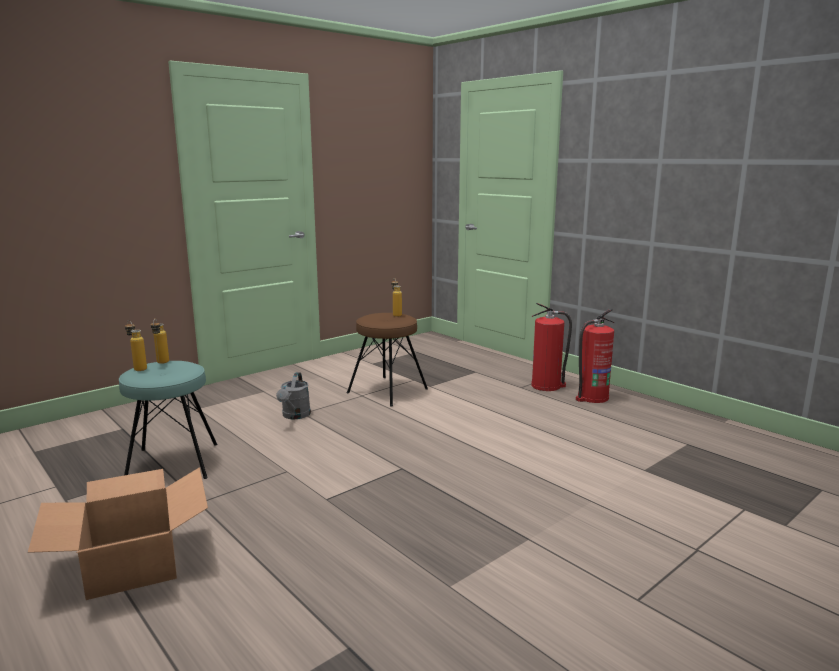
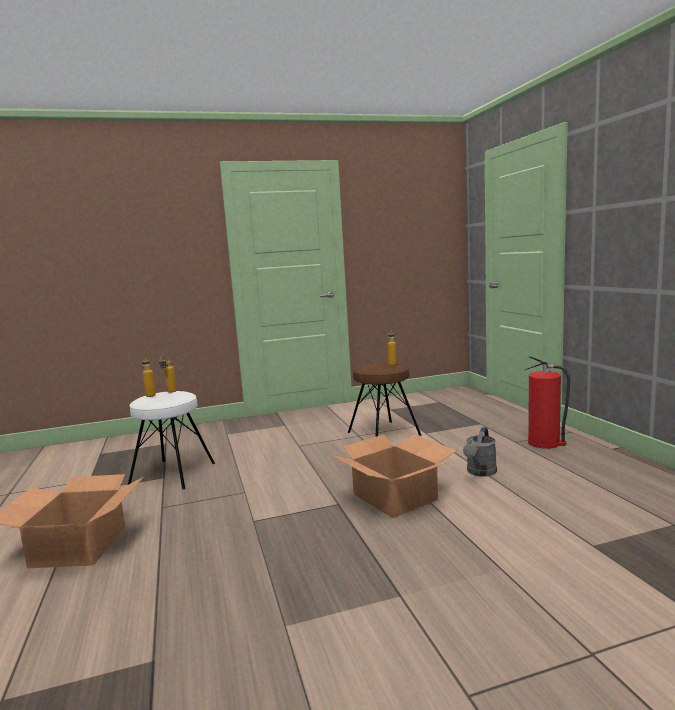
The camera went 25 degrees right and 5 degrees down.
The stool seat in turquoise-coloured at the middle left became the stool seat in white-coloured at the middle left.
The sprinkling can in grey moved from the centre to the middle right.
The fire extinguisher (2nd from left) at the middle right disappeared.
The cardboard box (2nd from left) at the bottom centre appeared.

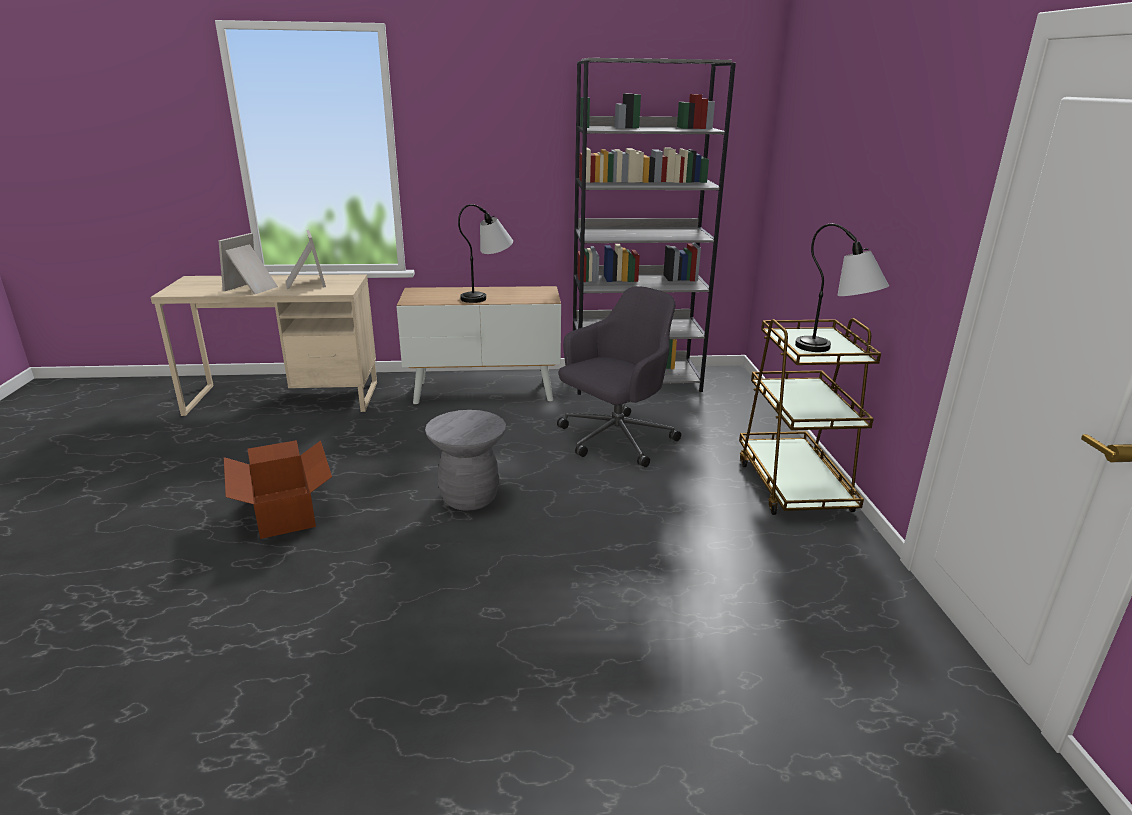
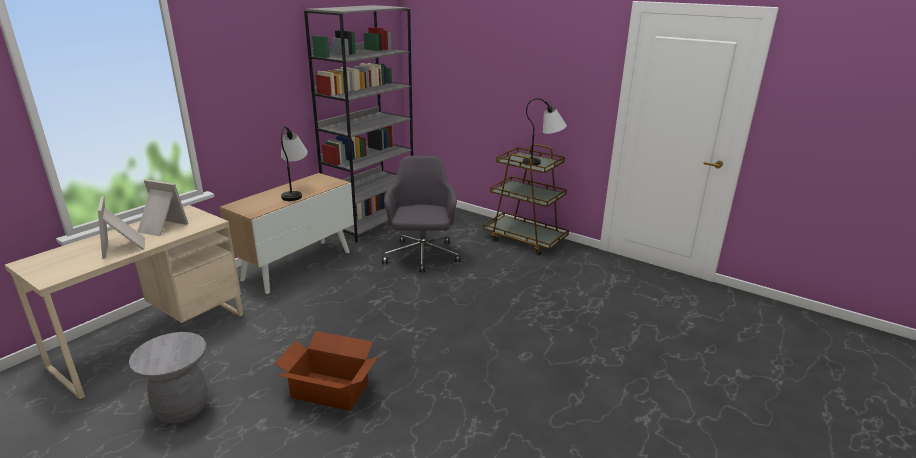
The camera went 50 degrees left and 0 degrees up.
The stool seat in grey moved from the centre to the bottom left.

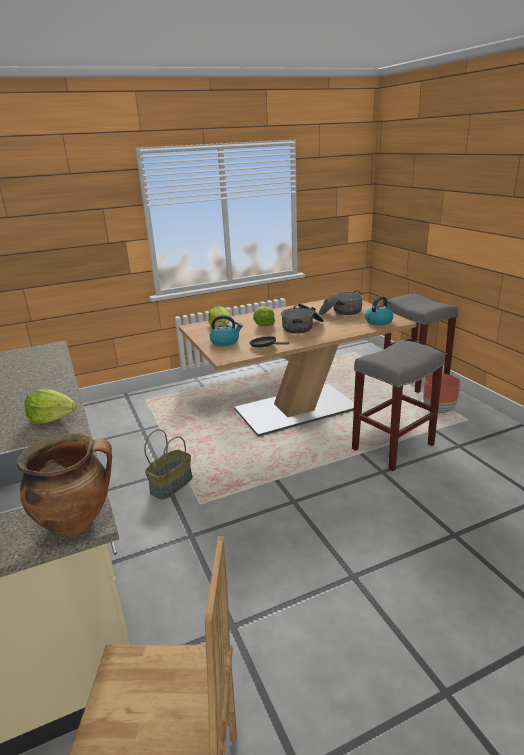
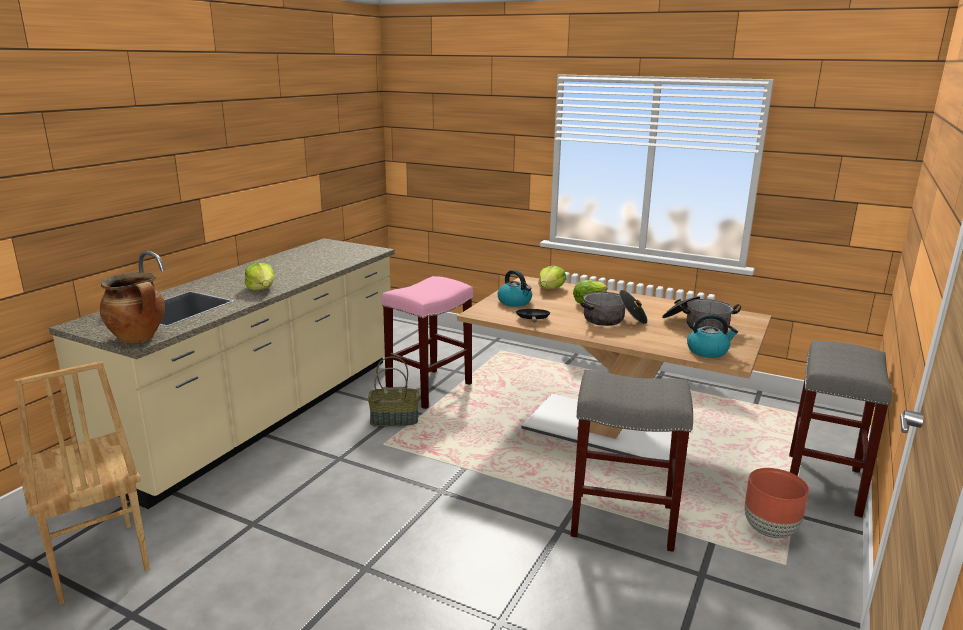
The camera went 50 degrees right and 5 degrees down.
The stool seat in pink-coloured at the centre appeared.

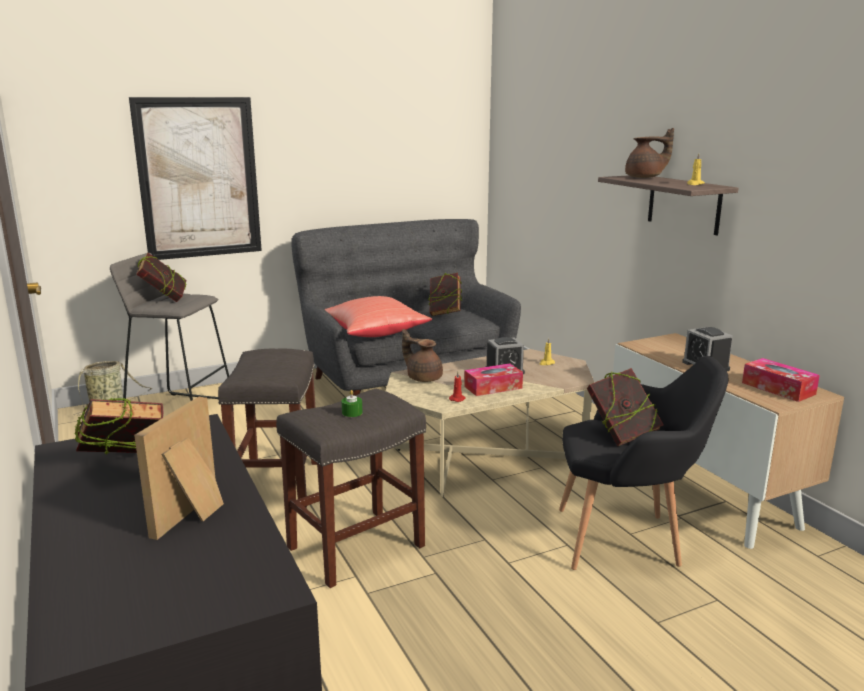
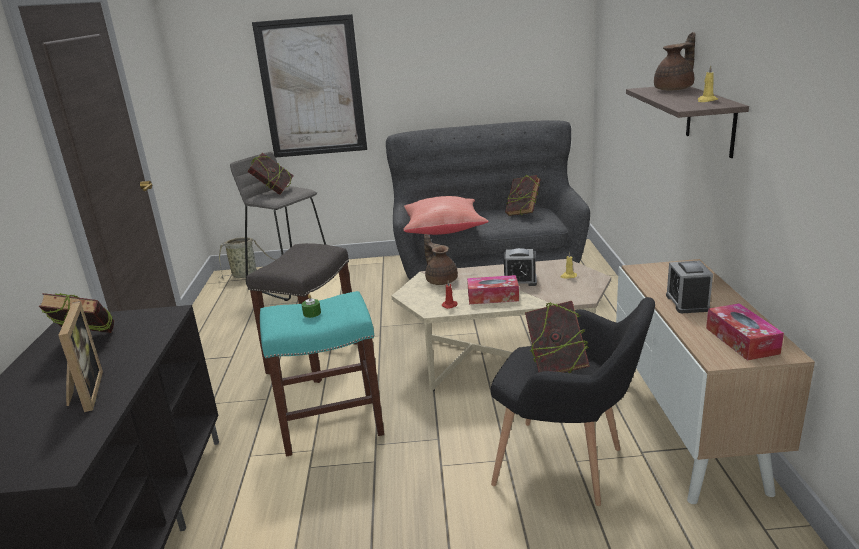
The camera went 25 degrees right and 5 degrees up.
The photo frame at the bottom left turned 120 degrees clockwise.
The stool seat in grey (3rd from left) at the bottom centre became the stool seat in turquoise-coloured at the bottom centre.
The tea pot in brown-coloured (2nd from left) at the top right turned 60 degrees counterclockwise.

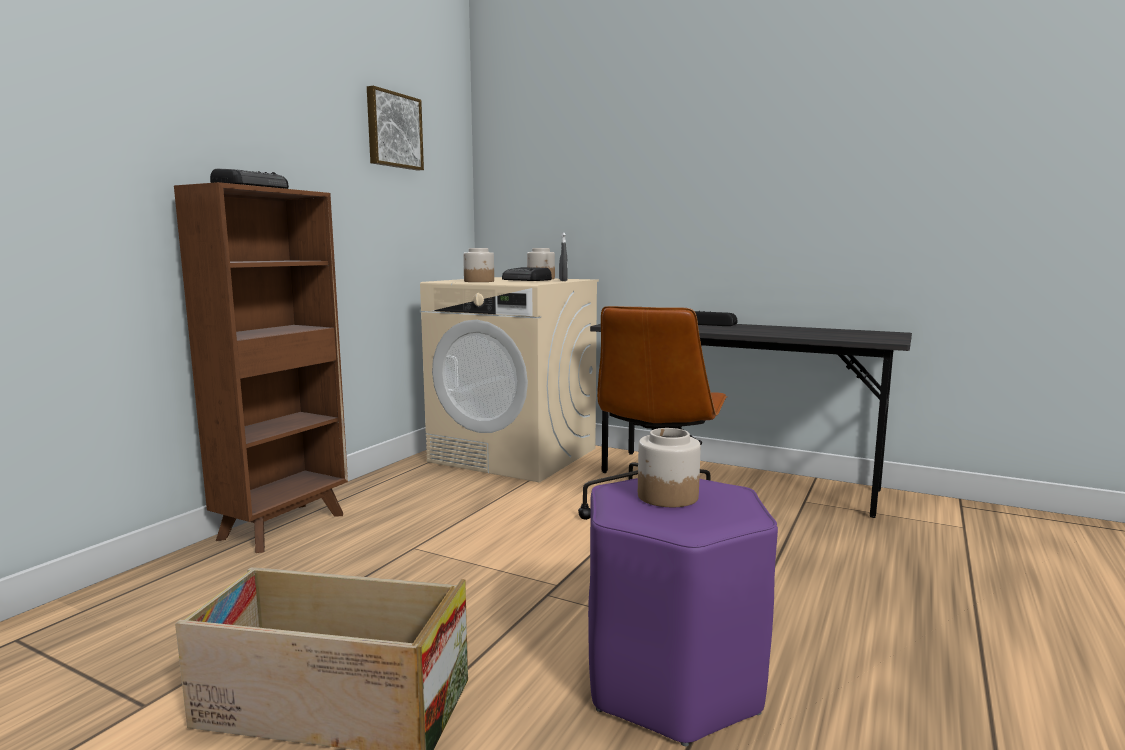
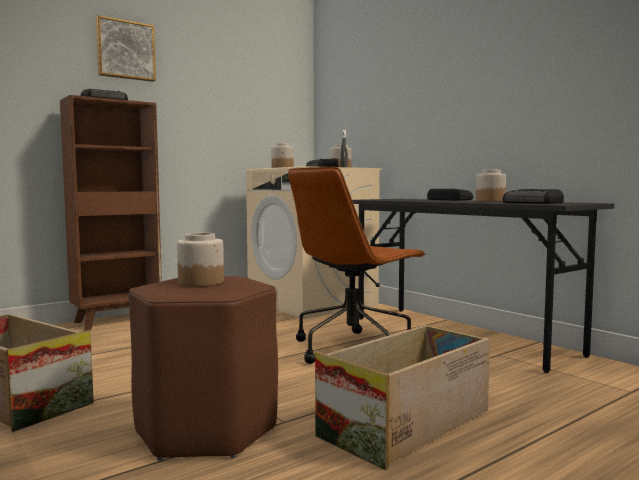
The camera went 25 degrees right and 5 degrees down.
The picture moved from the top centre to the top left.
The stool seat in purple at the bottom centre became the stool seat in brown-coloured at the bottom left.
The shipping crate (2nd from left) at the bottom centre appeared.
The storage jar (4th from left) at the middle right appeared.
The radio (4th from left) at the middle right appeared.

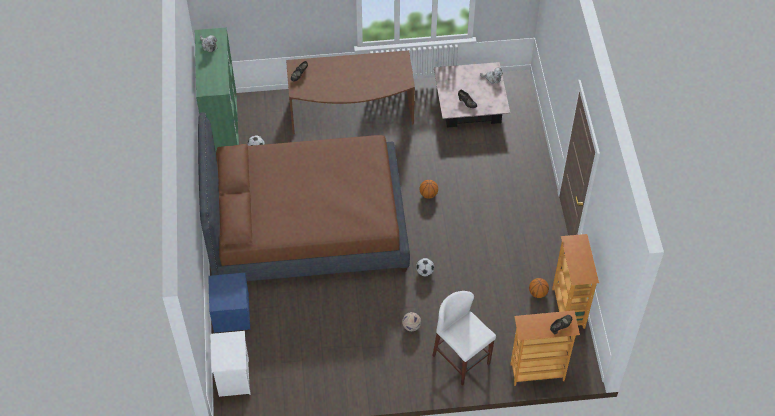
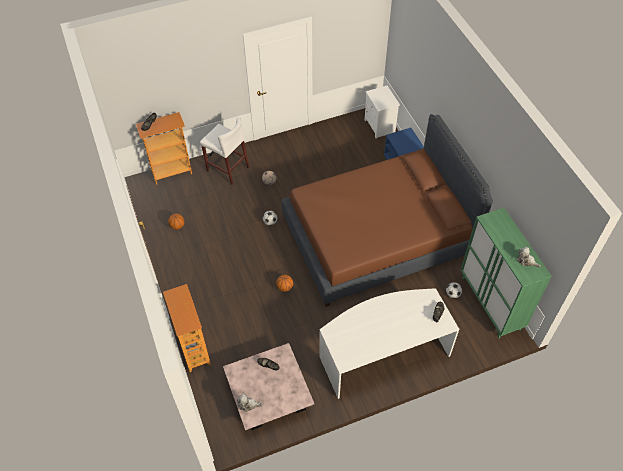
The camera went 165 degrees right and 0 degrees up.
The desk table in brown-coloured at the top centre became the desk table in white-coloured at the bottom centre.
The bookcase (2nd from left) moved from the bottom right to the bottom left.

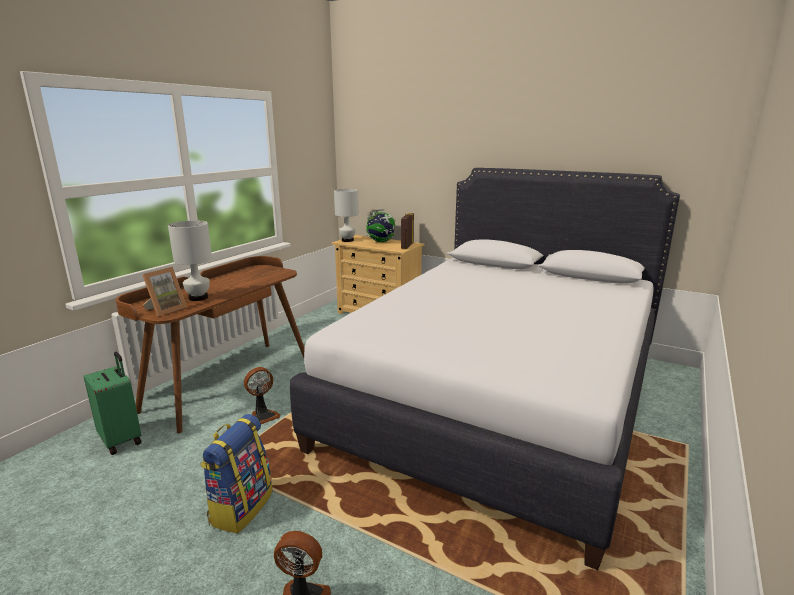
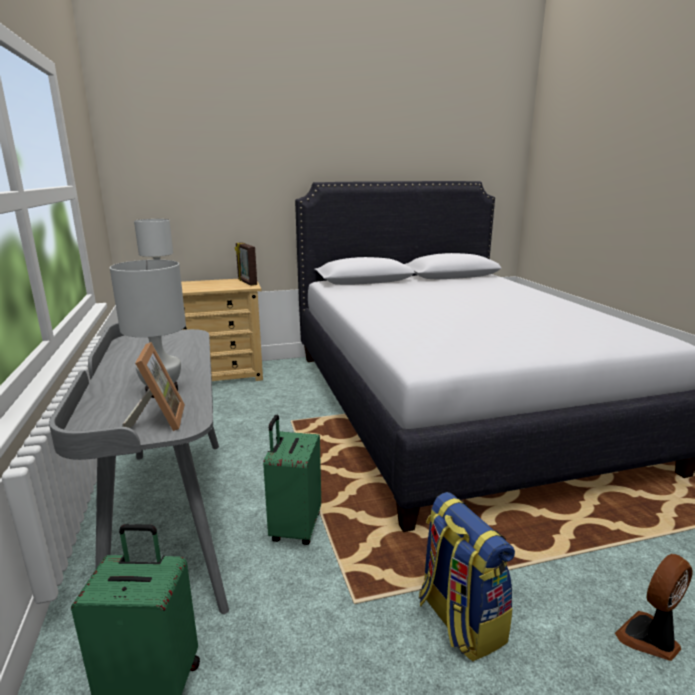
The camera went 45 degrees left and 0 degrees up.
The desk table in brown-coloured at the middle left became the desk table in grey at the bottom left.
The fan (1st from left) at the middle left was replaced by the suitcase in greenish (2nd from left) at the bottom centre.
The globe at the centre disappeared.

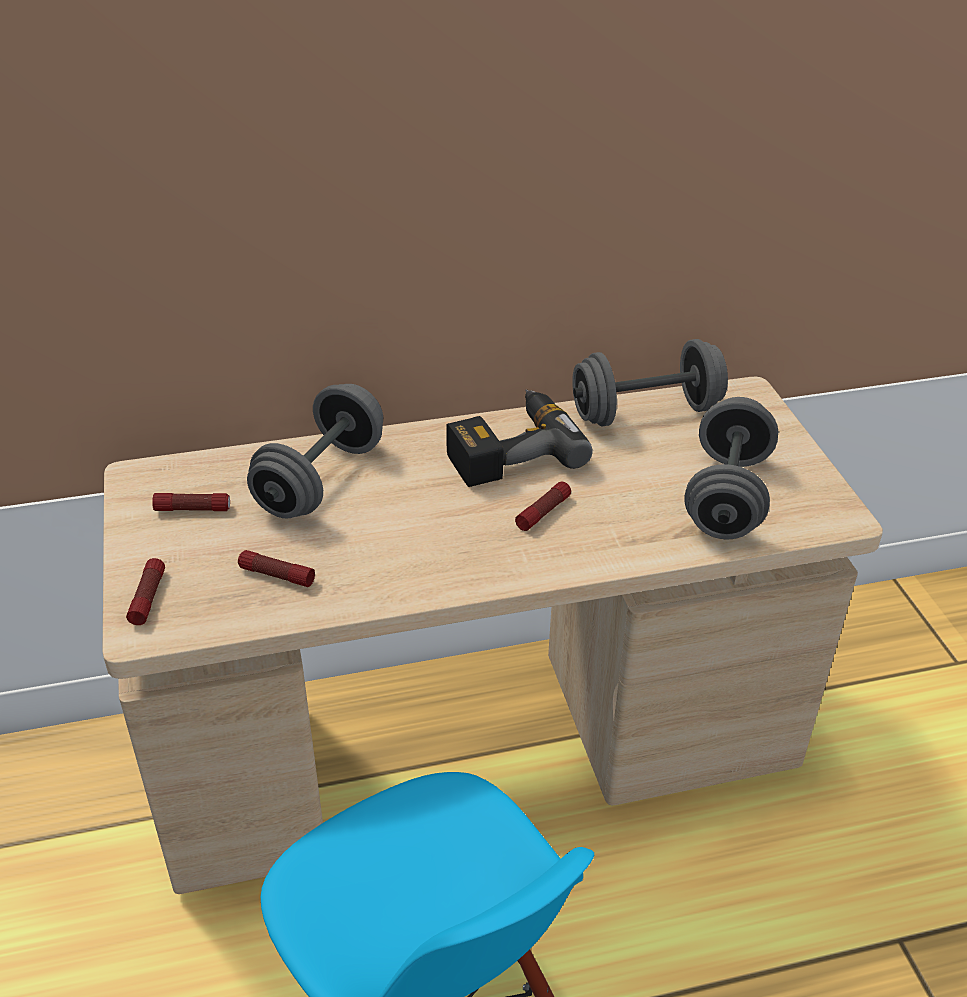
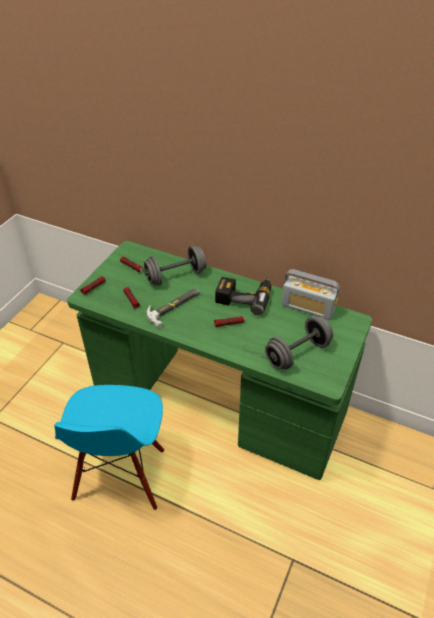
The camera went 40 degrees right and 5 degrees up.
The desk table in beige at the centre became the desk table in greenish at the centre.
The hand weight in grey (2nd from left) at the middle right was replaced by the radio at the middle right.
The hammer at the centre appeared.

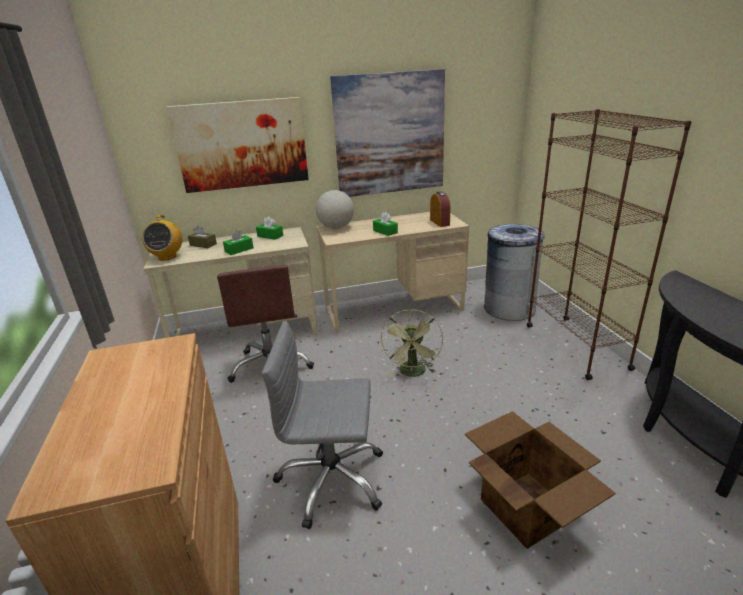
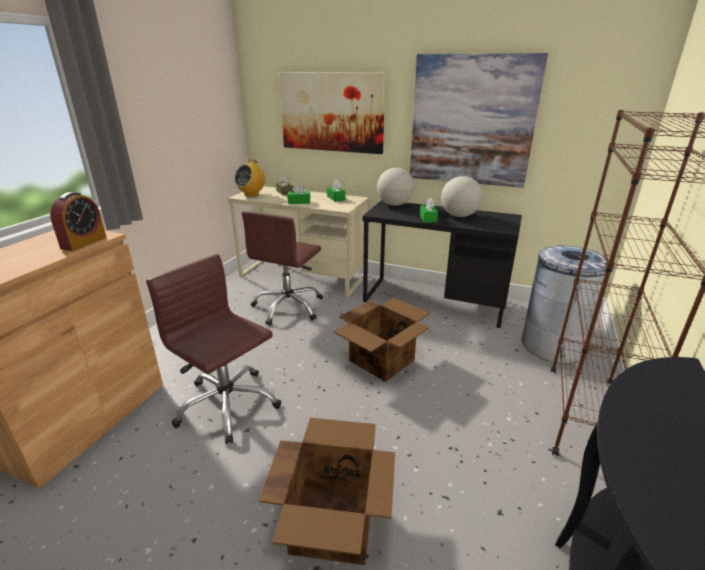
The camera went 35 degrees right and 0 degrees up.
The computer chair in grey at the bottom centre became the computer chair in brown-coloured (1st from left) at the middle left.
The desk table in beige (2nd from left) at the centre became the desk table in black at the centre.
The fan in greenish at the centre was replaced by the cardboard box (2nd from left) at the centre.
The alarm clock moved from the centre to the middle left.
The globe (2nd from left) at the centre appeared.

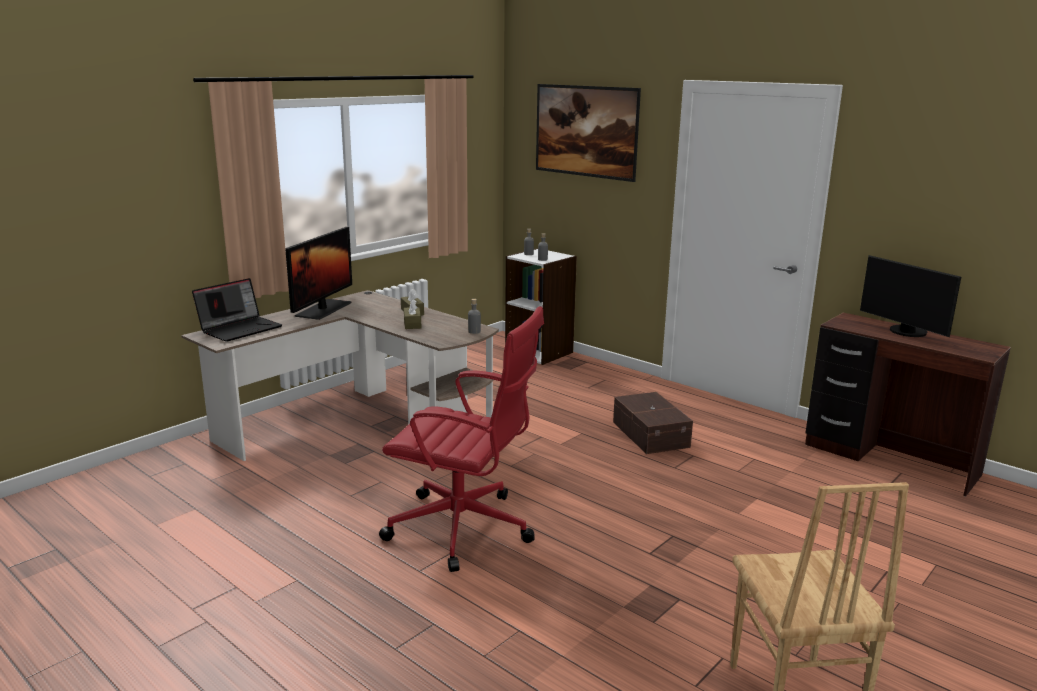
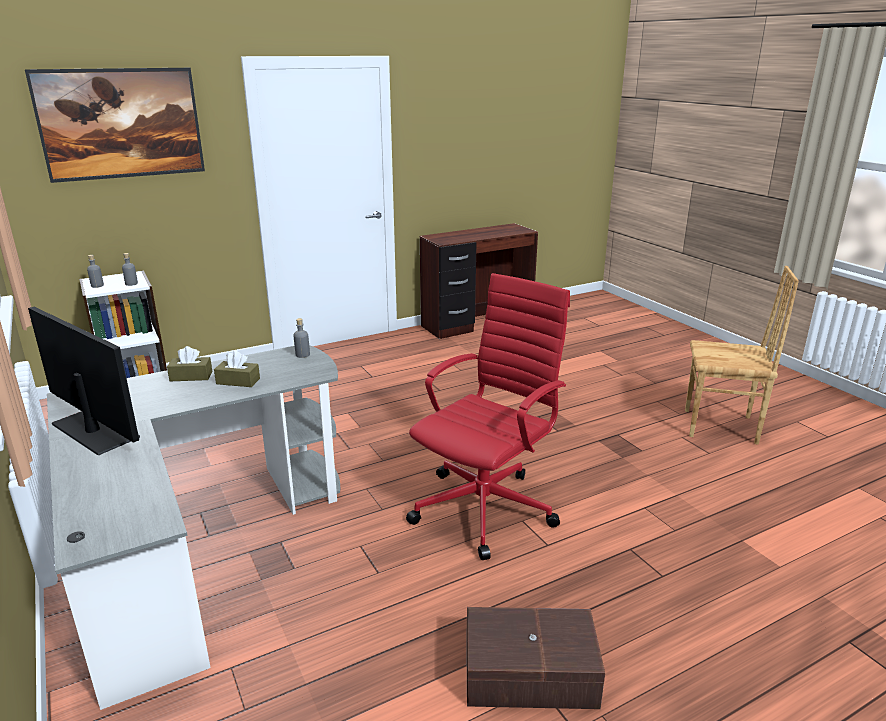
The camera went 70 degrees left and 5 degrees up.
The desk table in brown-coloured (1st from left) at the middle left became the desk table in grey at the bottom left.
The notebook computer at the middle left disappeared.
The storage container in brown-coloured moved from the centre to the bottom centre.
The monitor (2nd from left) at the middle right disappeared.

